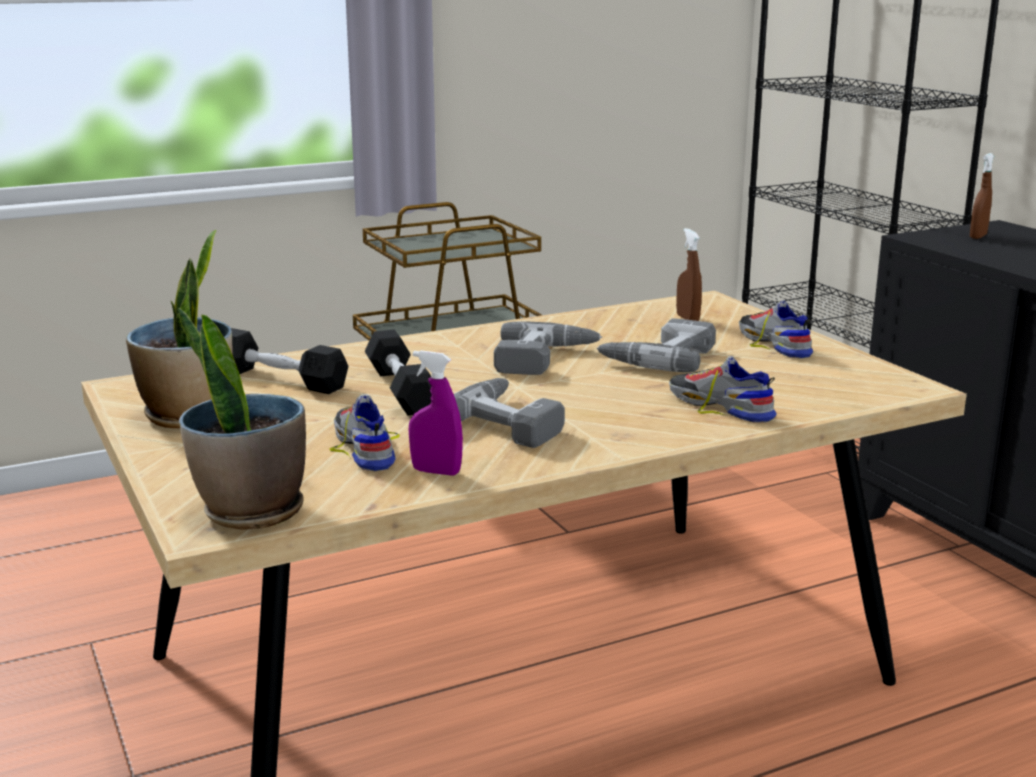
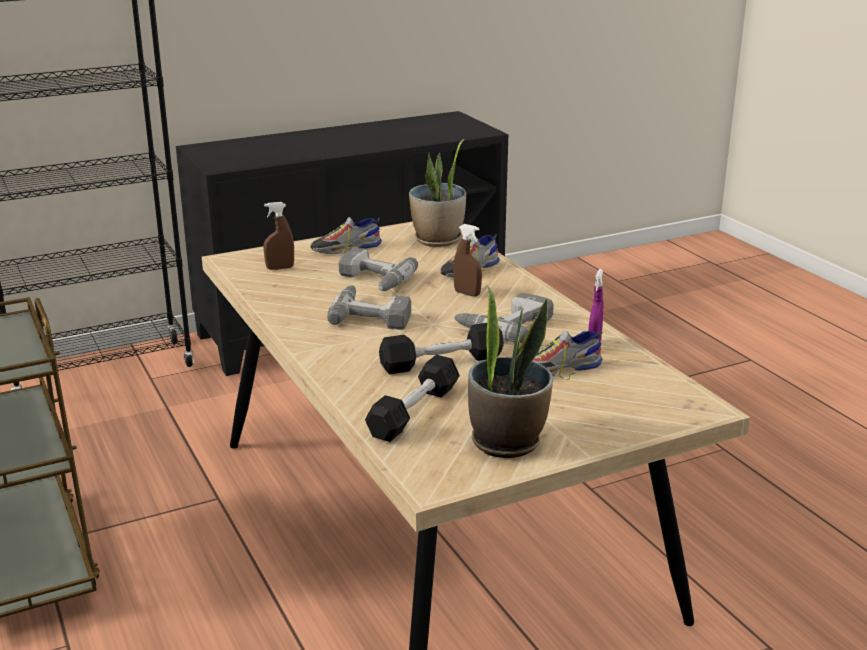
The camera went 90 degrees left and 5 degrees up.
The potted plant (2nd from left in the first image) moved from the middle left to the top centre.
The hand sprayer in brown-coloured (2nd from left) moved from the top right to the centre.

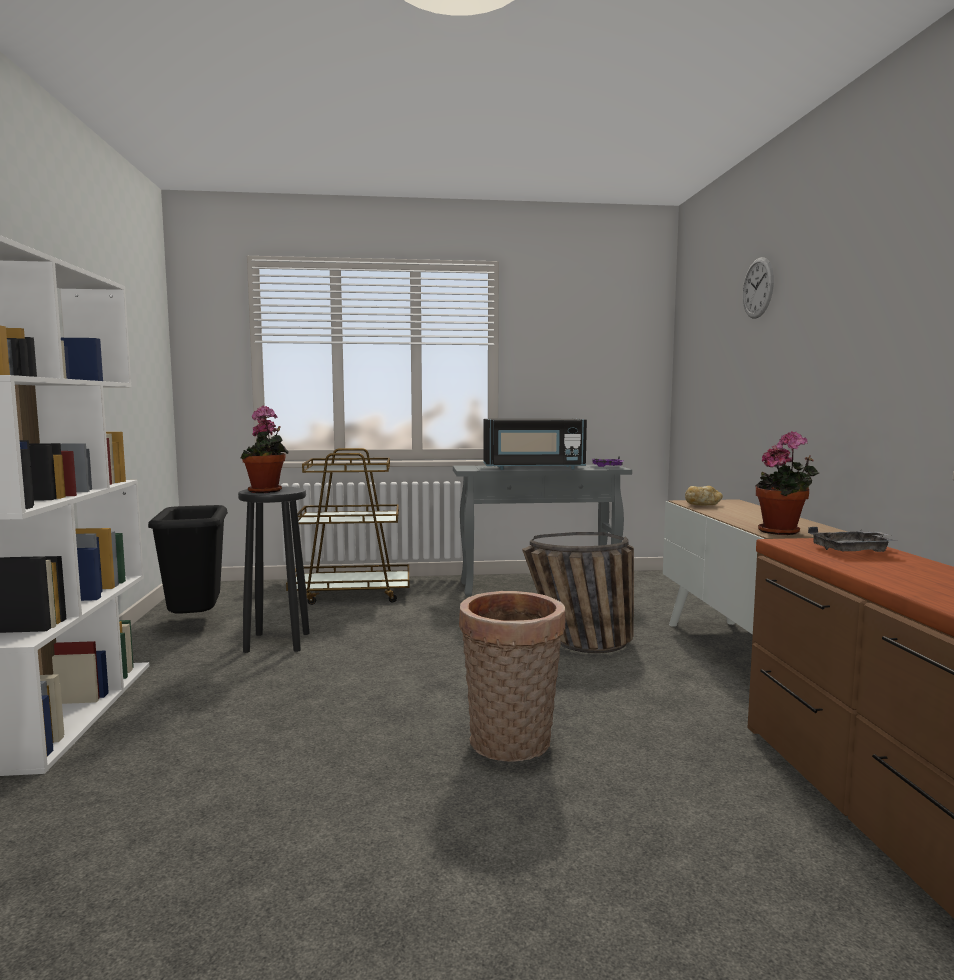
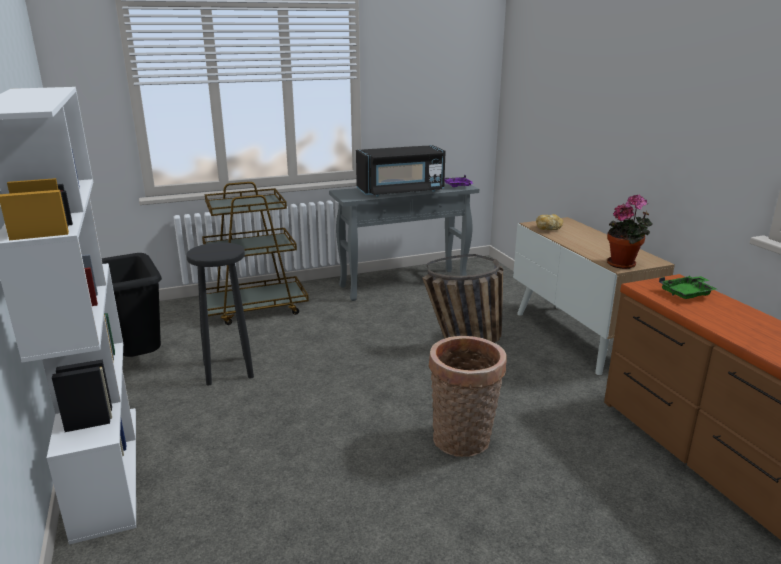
The camera went 15 degrees left and 15 degrees up.
The potted plant (1st from left) at the middle left disappeared.
The wall clock at the top right disappeared.
The carrying tray in grey at the middle right became the carrying tray in greenish at the middle right.

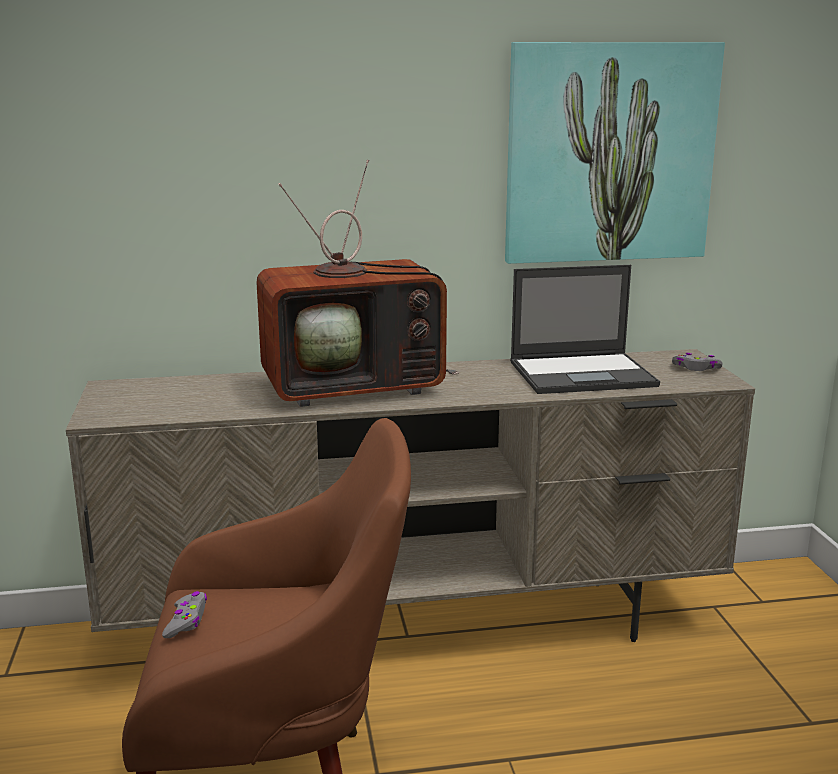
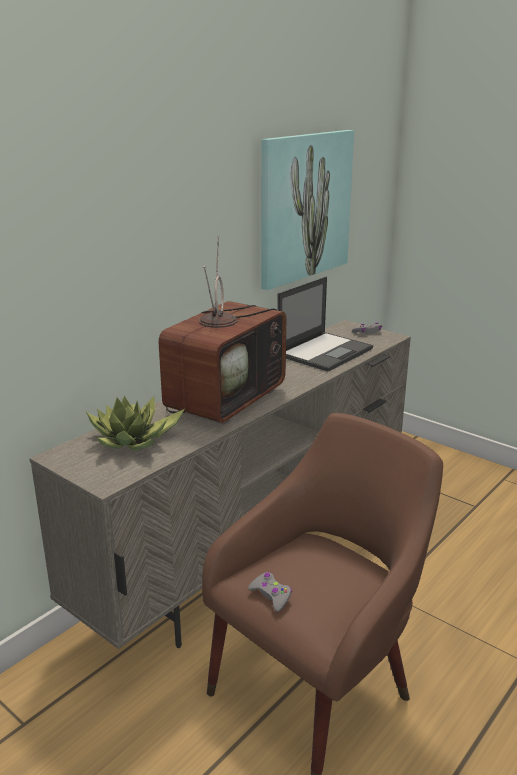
The camera went 40 degrees left and 5 degrees up.
The potted plant at the middle left appeared.

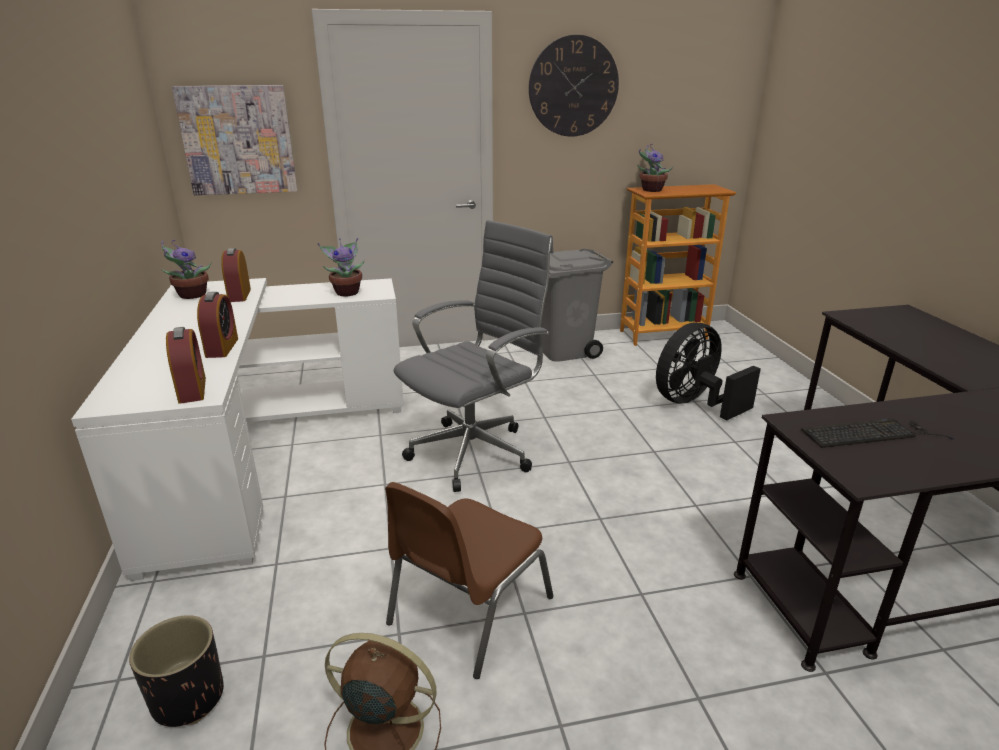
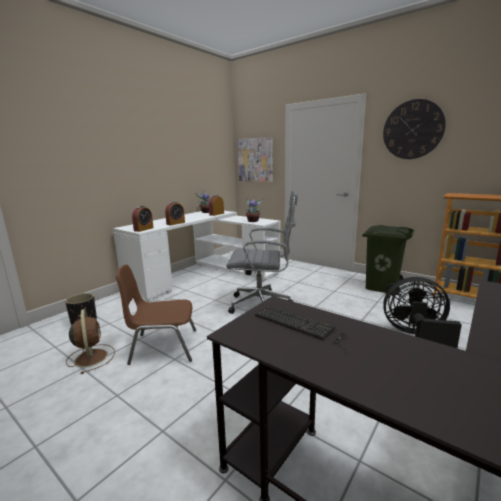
The camera went 50 degrees right and 10 degrees down.
The trash can in grey at the centre became the trash can in greenish at the middle right.
The potted plant (3rd from left) at the top centre disappeared.

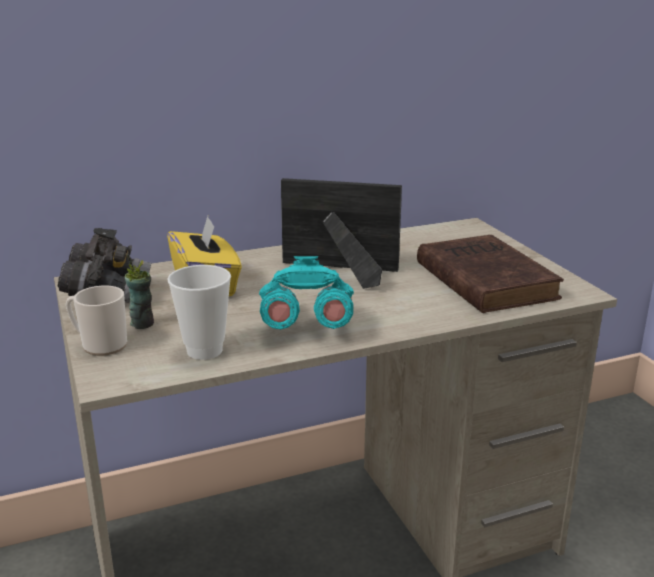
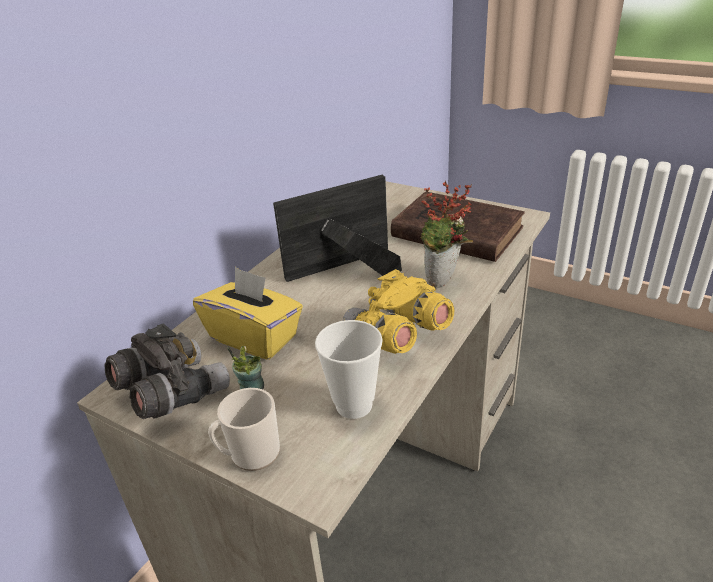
The camera went 35 degrees left and 10 degrees up.
The binoculars in turquoise-coloured at the centre became the binoculars in yellowish at the centre.
The potted plant at the centre appeared.

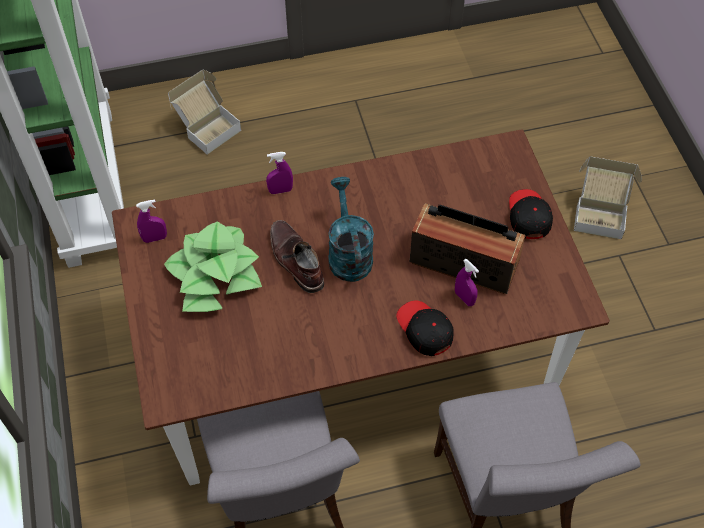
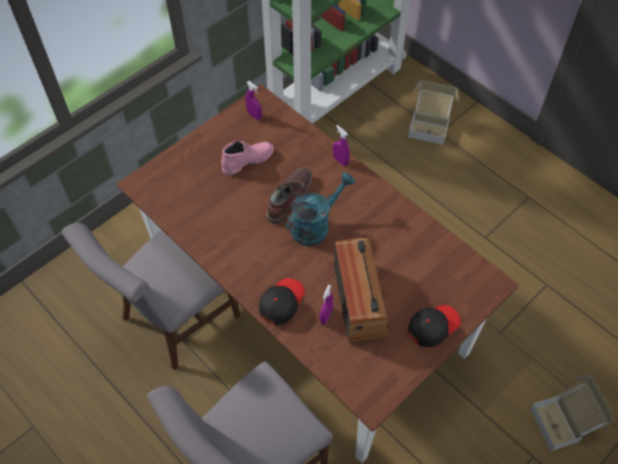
The camera went 60 degrees right and 0 degrees up.
The potted plant at the middle left was replaced by the tall boot in pink-coloured at the centre.

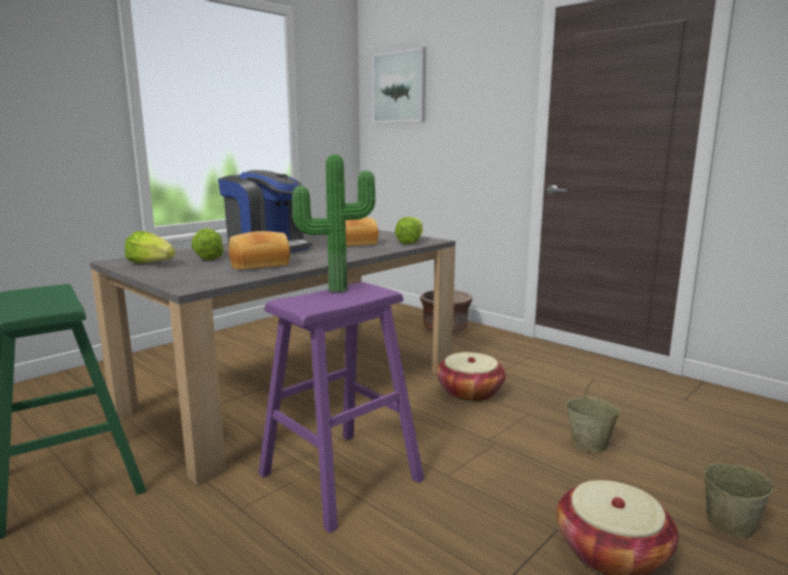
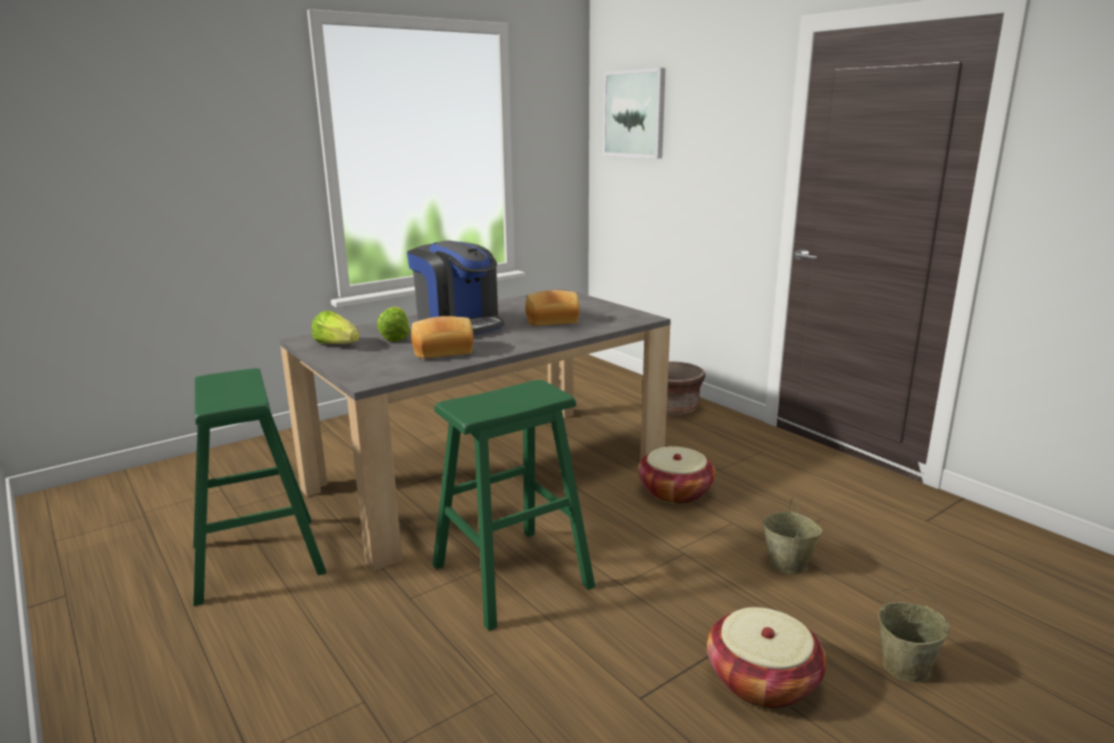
The camera went 10 degrees right and 5 degrees up.
The stool seat in purple at the bottom centre became the stool seat in greenish (2nd from left) at the bottom centre.
The potted plant at the centre disappeared.
The head of lettuce (3rd from left) at the centre disappeared.

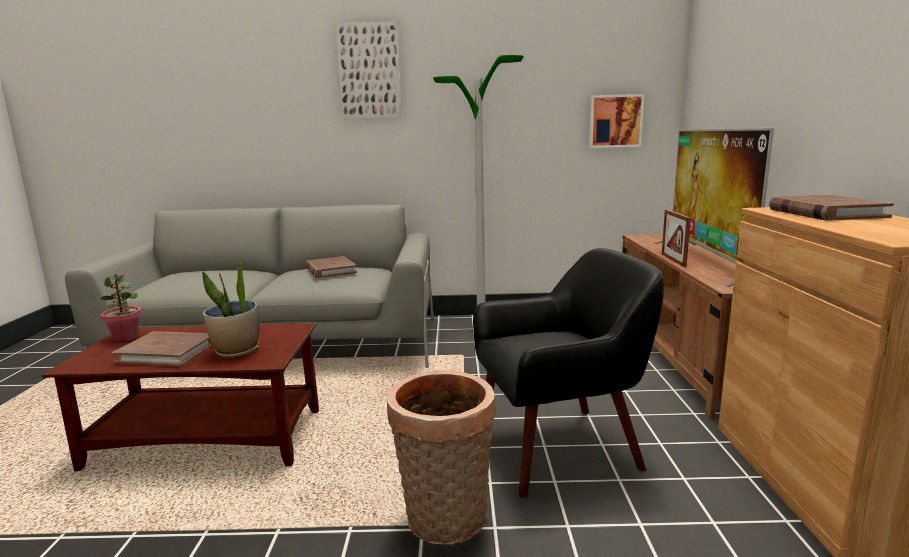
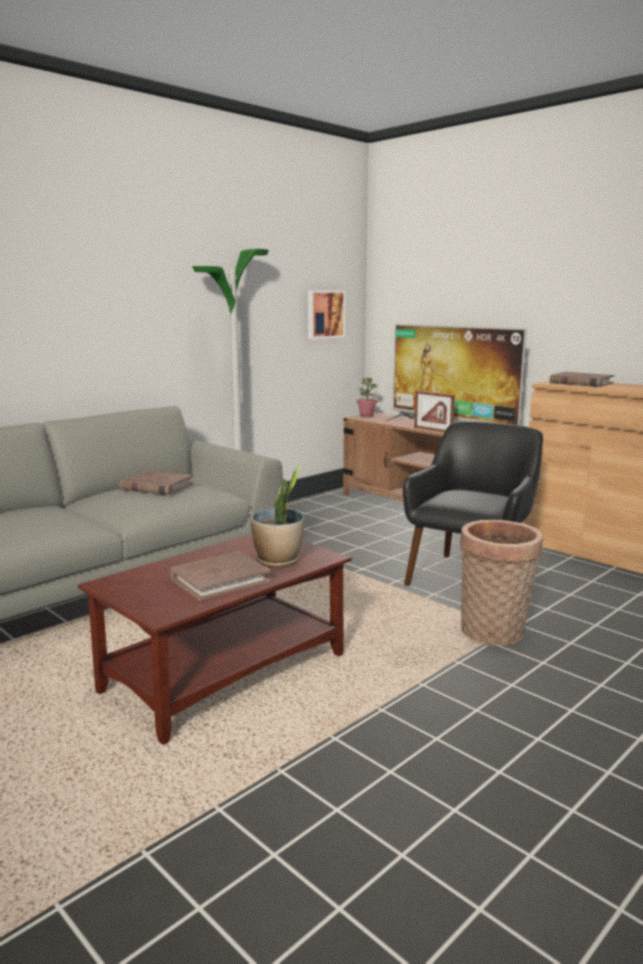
The camera went 45 degrees left and 0 degrees up.
The potted plant (1st from left in the first image) moved from the middle left to the centre.
The picture (1st from left) at the top centre disappeared.

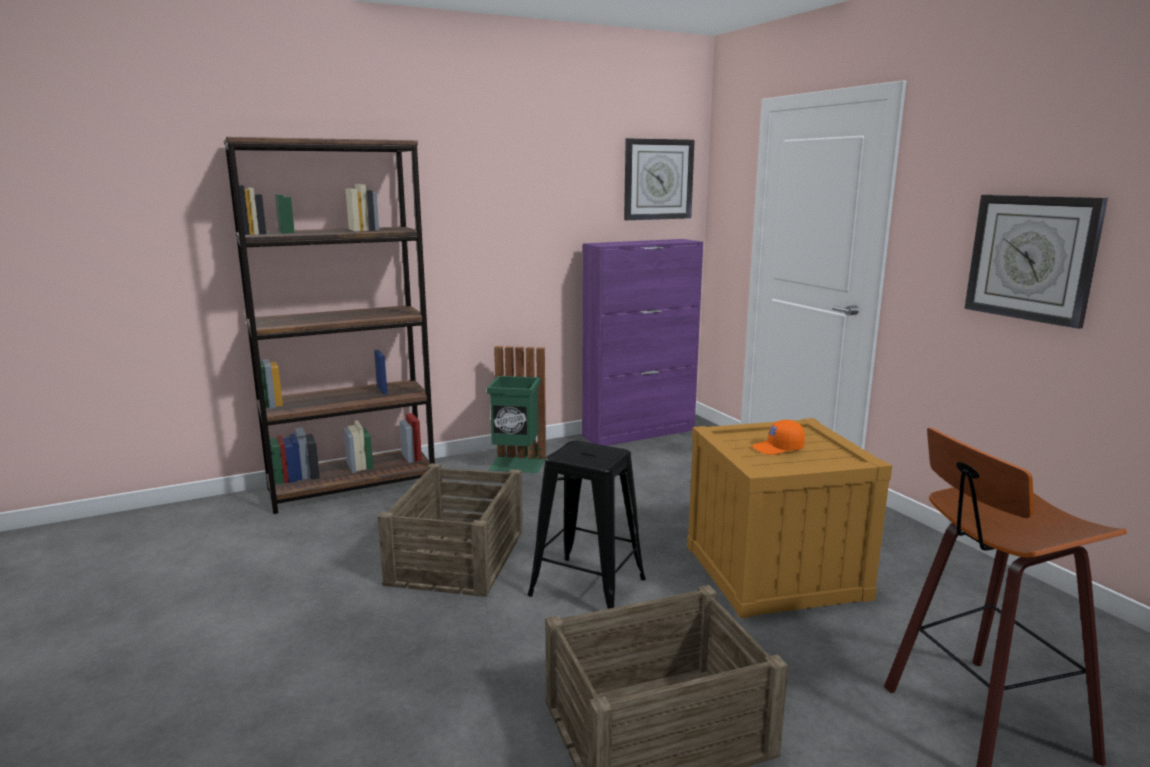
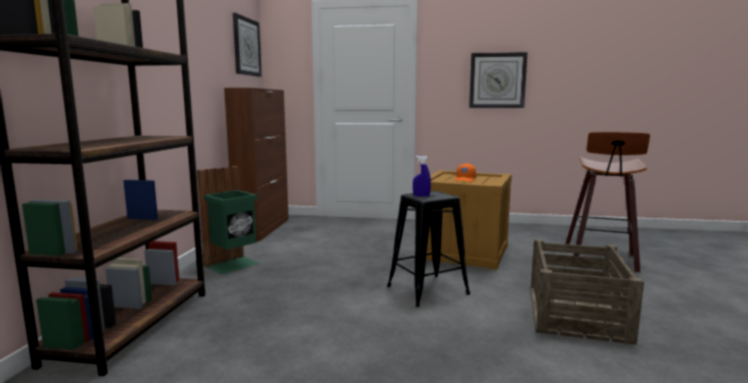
The camera went 55 degrees left and 5 degrees down.
The shipping crate (1st from left) at the bottom centre disappeared.
The storage cabinet in purple at the centre became the storage cabinet in brown-coloured at the centre.
The hand sprayer in bluish at the centre appeared.

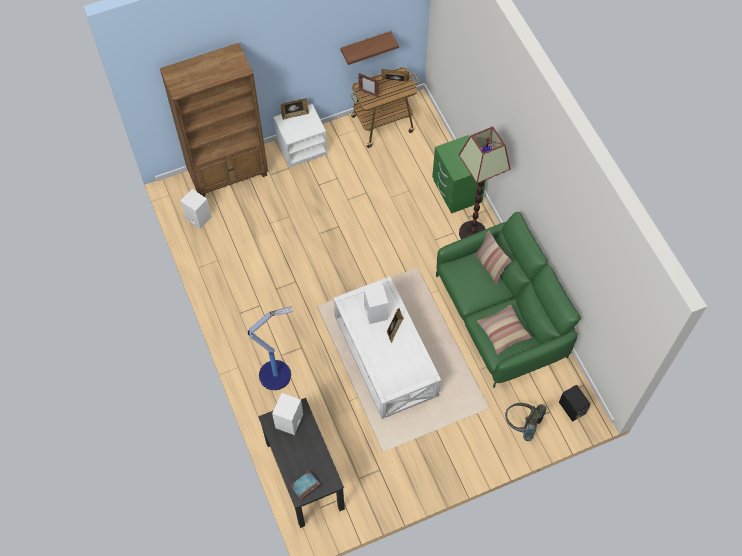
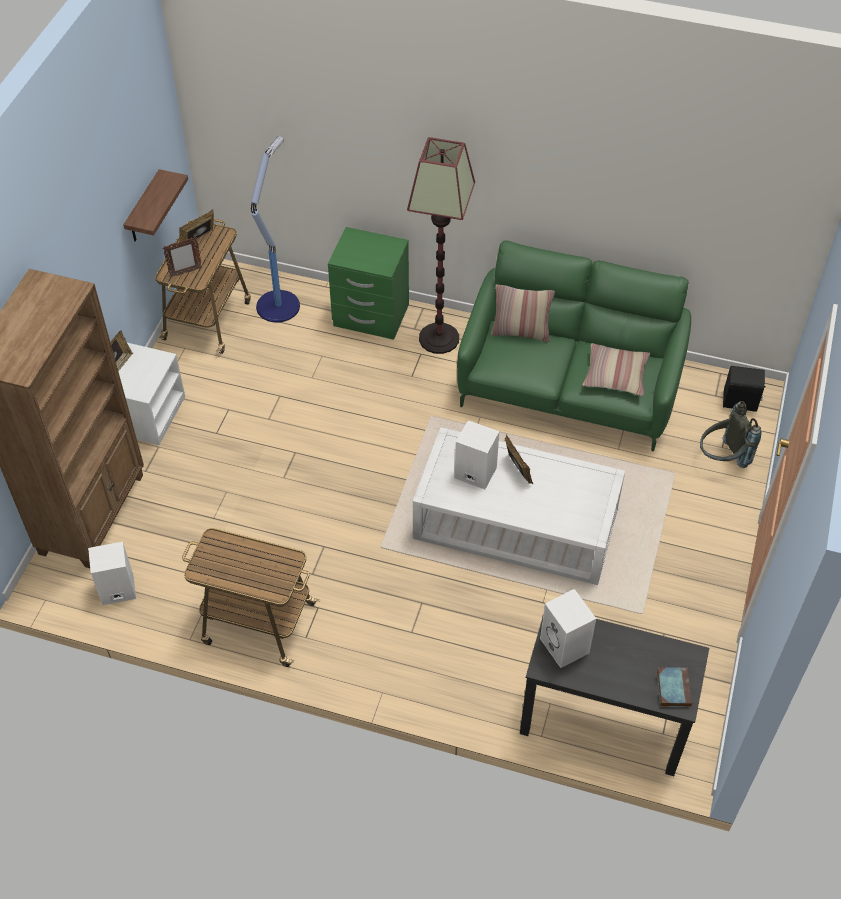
The camera went 50 degrees left and 10 degrees down.
The standing lamp (1st from left) moved from the centre to the top left.
The wheeled cart (2nd from left) at the middle left appeared.

